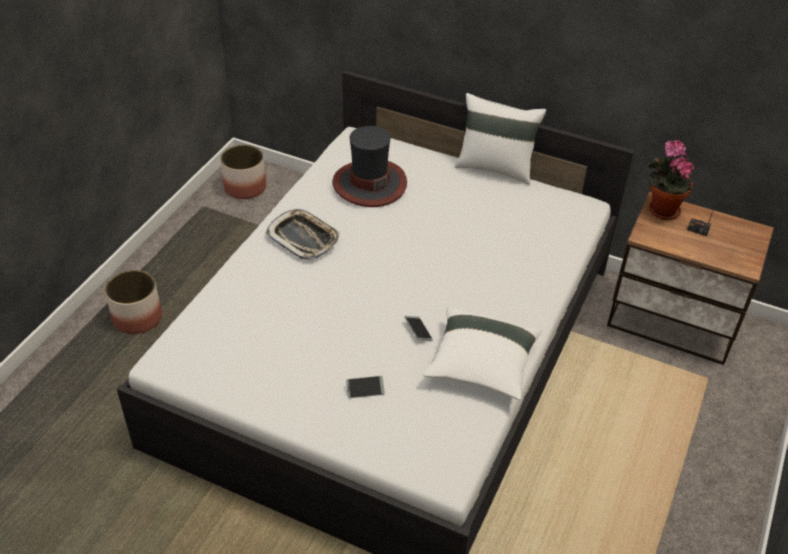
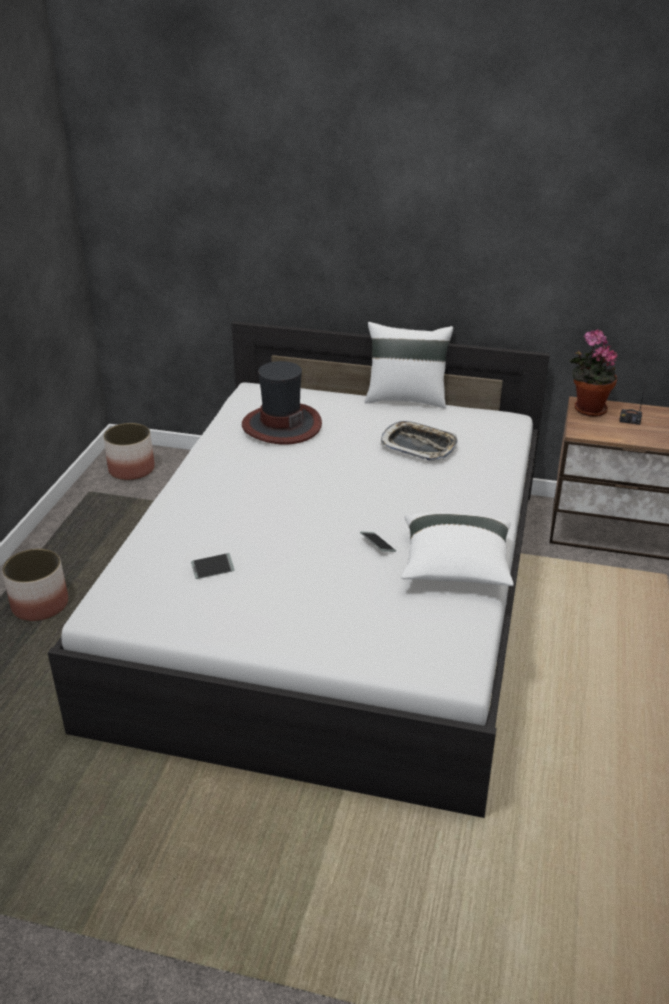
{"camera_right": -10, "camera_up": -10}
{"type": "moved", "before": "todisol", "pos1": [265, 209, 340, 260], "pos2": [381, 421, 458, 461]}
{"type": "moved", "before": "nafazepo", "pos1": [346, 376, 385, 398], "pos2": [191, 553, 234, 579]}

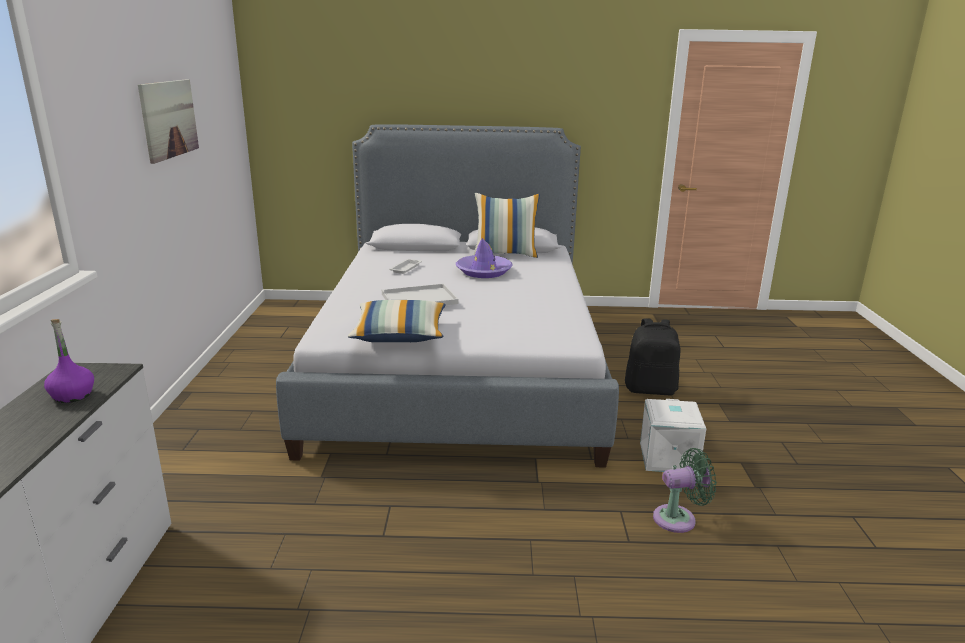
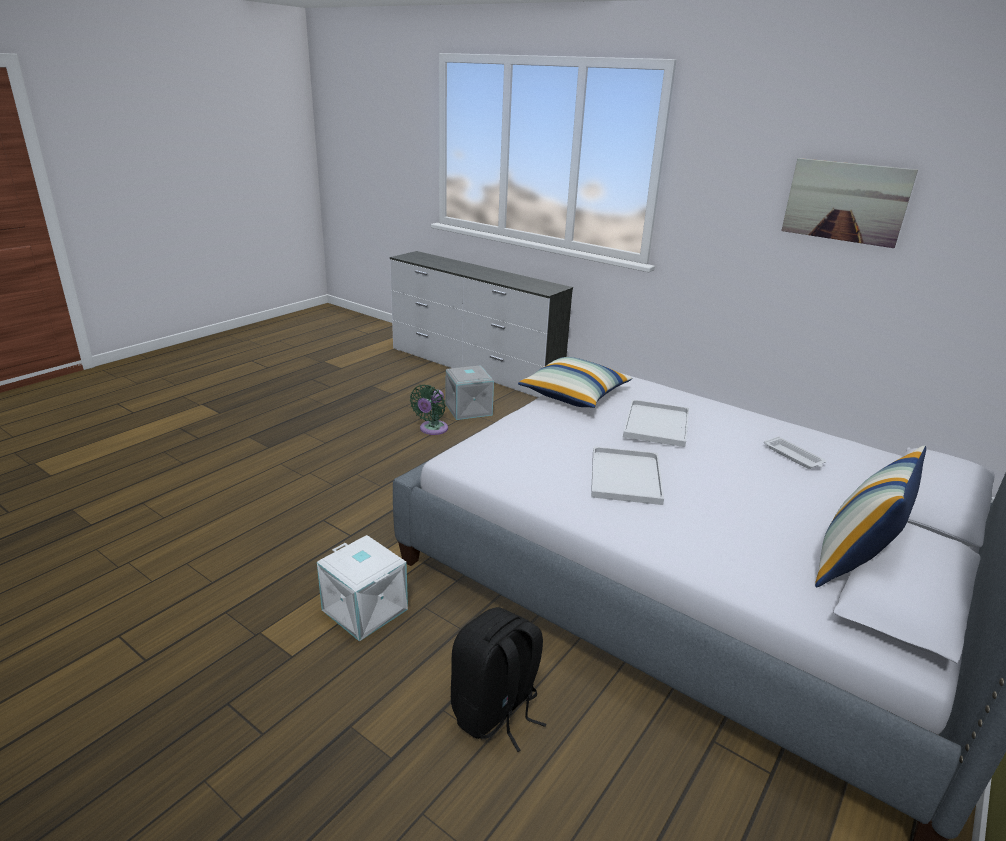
{"camera_right": 125, "camera_up": 5}
{"type": "removed", "before": "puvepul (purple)", "pos1": [44, 319, 94, 403]}
{"type": "removed", "before": "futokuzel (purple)", "pos1": [456, 238, 513, 278]}
{"type": "added", "after": "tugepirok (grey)", "pos2": [446, 366, 494, 420]}
{"type": "added", "after": "todisol (white)", "pos2": [591, 447, 664, 505]}
{"type": "moved", "before": "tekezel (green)", "pos1": [653, 448, 717, 533], "pos2": [410, 385, 448, 435]}

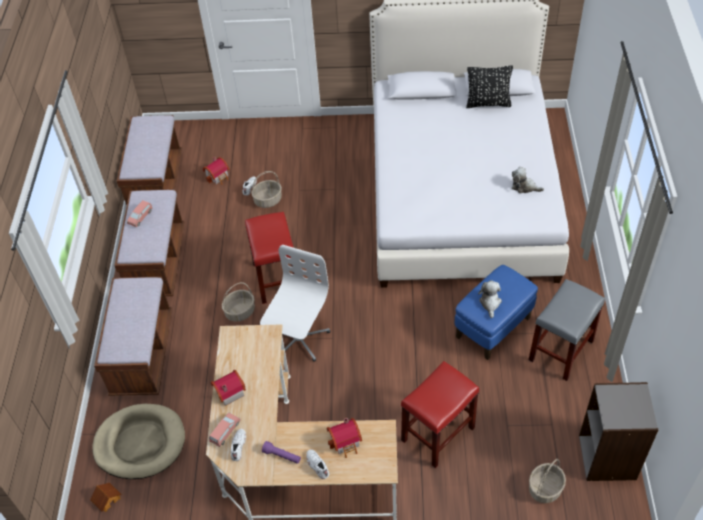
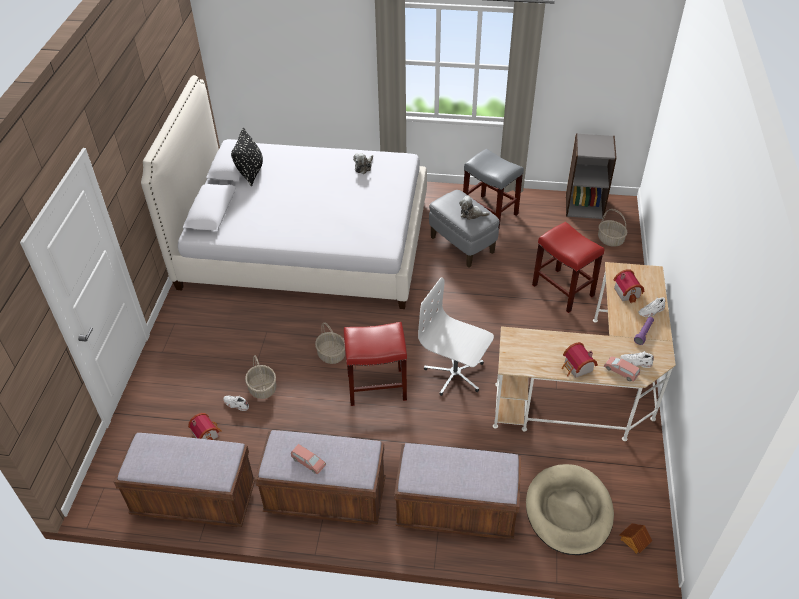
{"camera_right": -85, "camera_up": -5}
{"type": "moved", "before": "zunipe", "pos1": [222, 282, 255, 322], "pos2": [315, 322, 345, 364]}
{"type": "recoloured", "before": "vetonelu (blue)", "after": "vetonelu (grey)", "pos1": [455, 265, 538, 360], "pos2": [429, 190, 499, 268]}

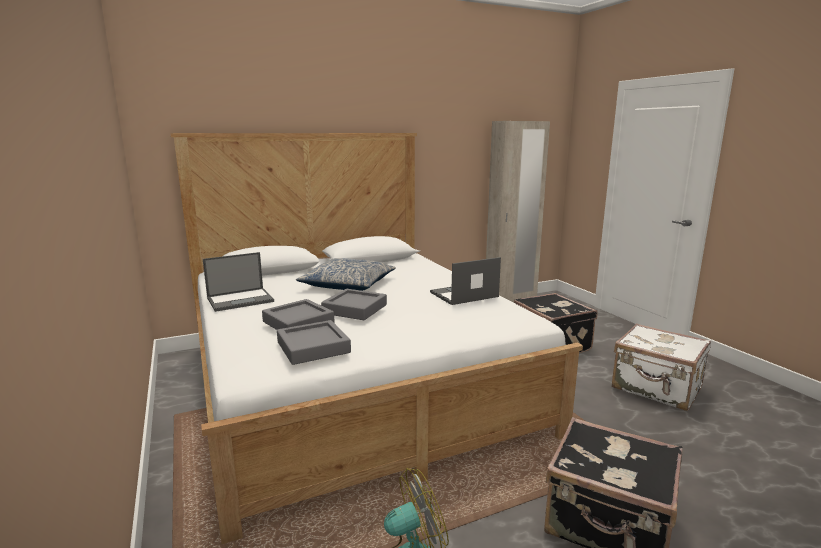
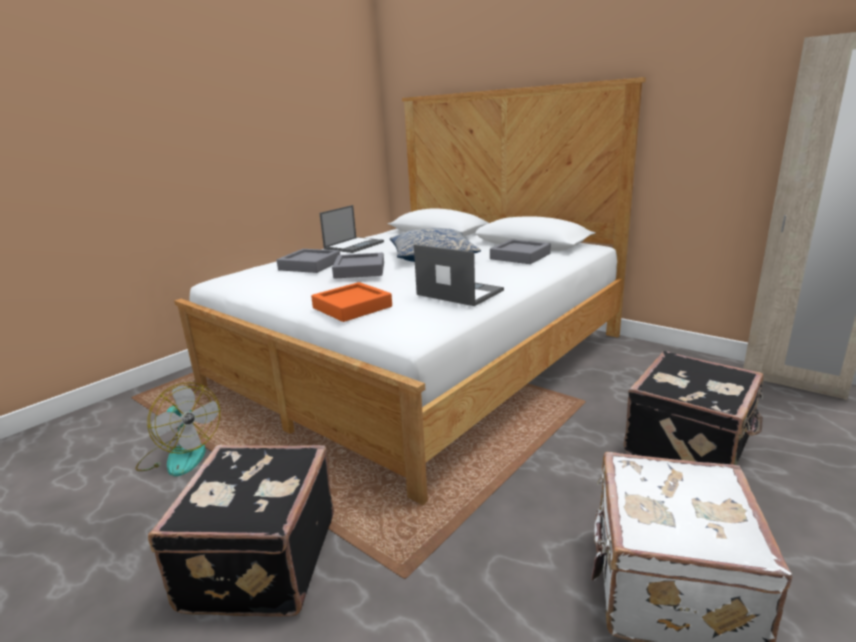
{"camera_right": 65, "camera_up": 5}
{"type": "added", "after": "todisol (orange)", "pos2": [311, 282, 392, 322]}
{"type": "moved", "before": "todisol (grey)", "pos1": [277, 320, 351, 365], "pos2": [490, 239, 551, 264]}
{"type": "turned", "before": "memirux", "pos1": [203, 252, 274, 312], "pos2": [319, 205, 384, 253], "turn": -90}

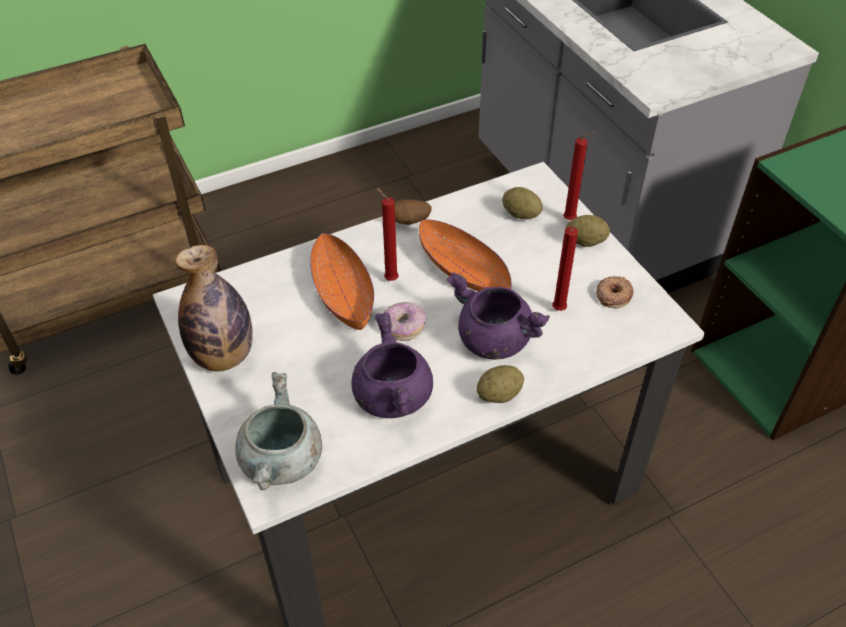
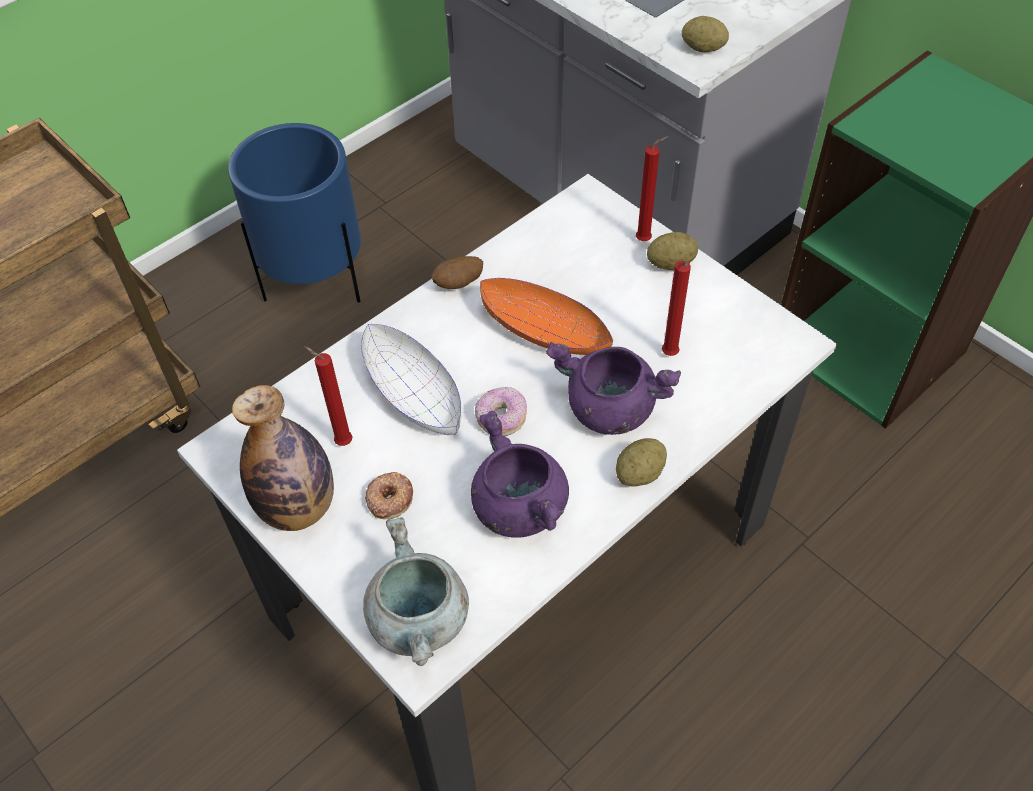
{"camera_right": -15, "camera_up": 5}
{"type": "added", "after": "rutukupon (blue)", "pos2": [228, 123, 361, 303]}
{"type": "moved", "before": "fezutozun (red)", "pos1": [376, 187, 399, 281], "pos2": [303, 346, 353, 446]}
{"type": "moved", "before": "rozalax", "pos1": [502, 187, 543, 219], "pos2": [682, 16, 729, 52]}
{"type": "moved", "before": "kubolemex", "pos1": [596, 276, 633, 308], "pos2": [365, 472, 413, 519]}
{"type": "recoloured", "before": "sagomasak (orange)", "after": "sagomasak (white)", "pos1": [310, 233, 374, 330], "pos2": [361, 324, 461, 435]}

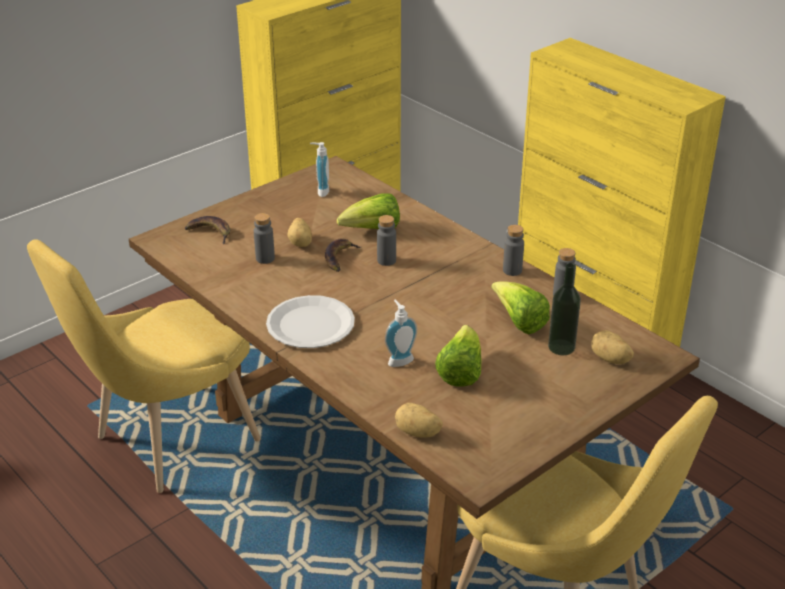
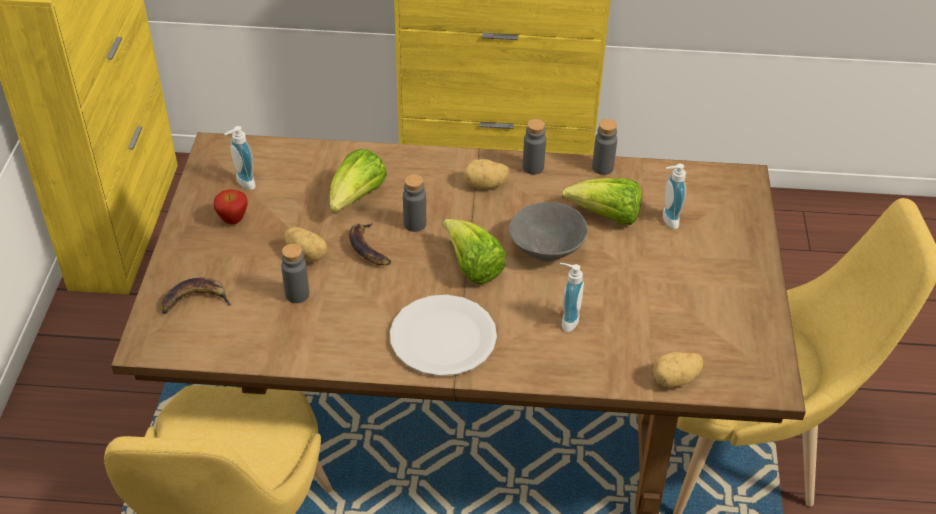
{"camera_right": -45, "camera_up": 10}
{"type": "added", "after": "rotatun", "pos2": [214, 189, 248, 224]}
{"type": "added", "after": "sagomasak (grey)", "pos2": [509, 202, 588, 262]}
{"type": "moved", "before": "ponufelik", "pos1": [435, 325, 482, 387], "pos2": [442, 219, 506, 284]}
{"type": "moved", "before": "rozalax", "pos1": [591, 330, 634, 364], "pos2": [464, 159, 510, 189]}
{"type": "replaced", "before": "puvepul", "after": "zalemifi", "pos1": [548, 263, 581, 355], "pos2": [663, 164, 686, 229]}

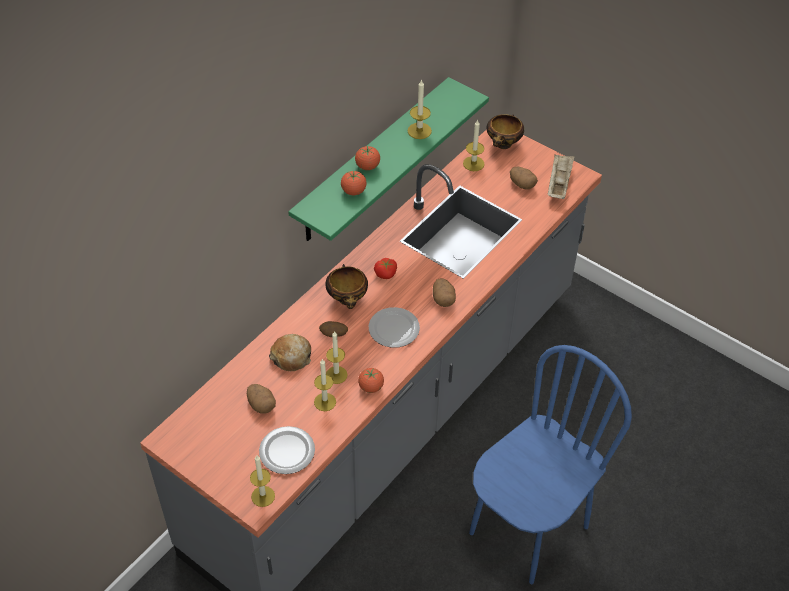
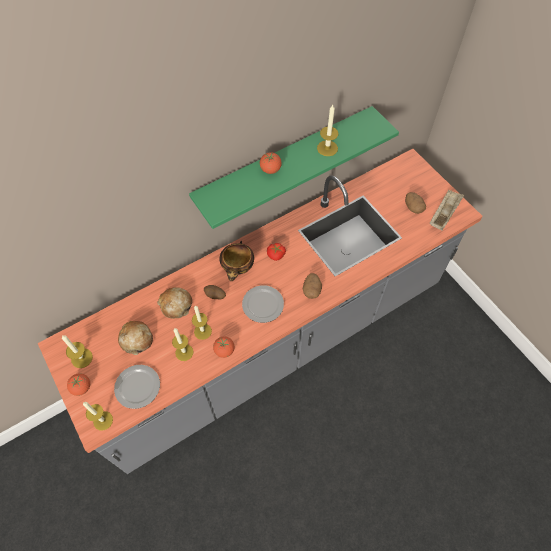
{"camera_right": 20, "camera_up": 10}
{"type": "removed", "before": "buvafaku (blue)", "pos1": [469, 345, 632, 584]}
{"type": "removed", "before": "sagomasak", "pos1": [487, 114, 524, 149]}
{"type": "moved", "before": "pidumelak", "pos1": [341, 170, 367, 195], "pos2": [67, 373, 90, 396]}
{"type": "moved", "before": "fezutozun", "pos1": [463, 120, 485, 171], "pos2": [62, 335, 93, 368]}
{"type": "replaced", "before": "rozalax", "after": "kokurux", "pos1": [247, 384, 276, 414], "pos2": [118, 321, 153, 355]}

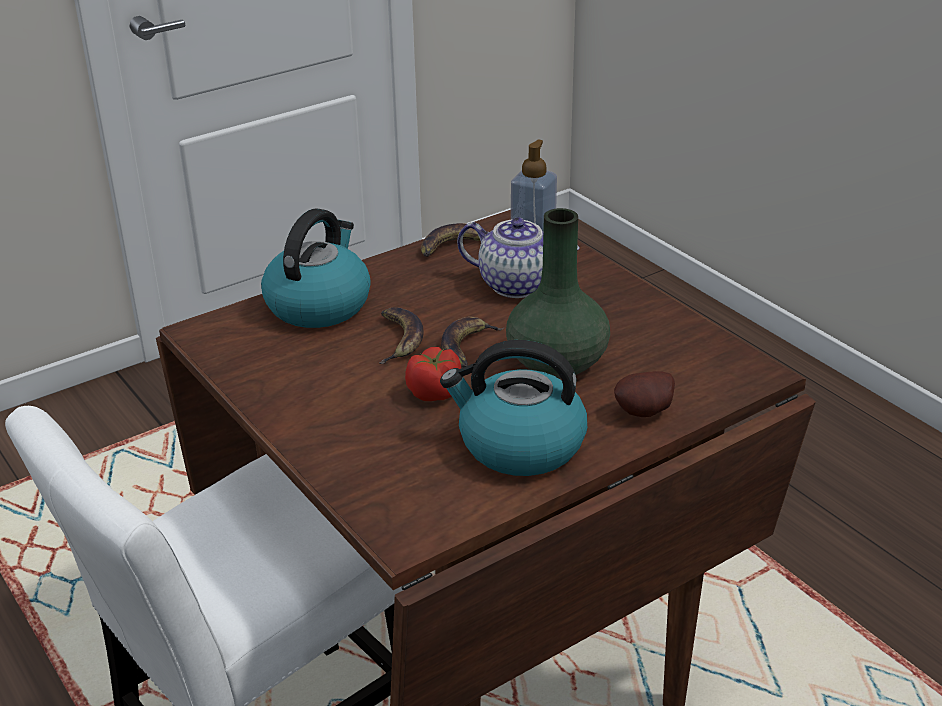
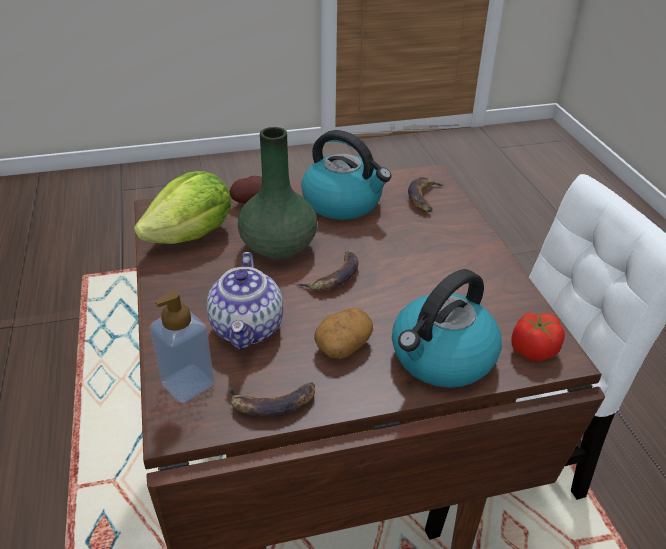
{"camera_right": -160, "camera_up": 5}
{"type": "added", "after": "ponufelik", "pos2": [134, 171, 231, 244]}
{"type": "added", "after": "rozalax", "pos2": [314, 308, 373, 359]}
{"type": "moved", "before": "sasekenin", "pos1": [379, 307, 424, 364], "pos2": [408, 177, 444, 212]}
{"type": "moved", "before": "pidumelak", "pos1": [405, 347, 461, 401], "pos2": [511, 312, 565, 361]}
{"type": "turned", "before": "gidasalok", "pos1": [457, 217, 580, 298], "pos2": [207, 252, 283, 350], "turn": -135}

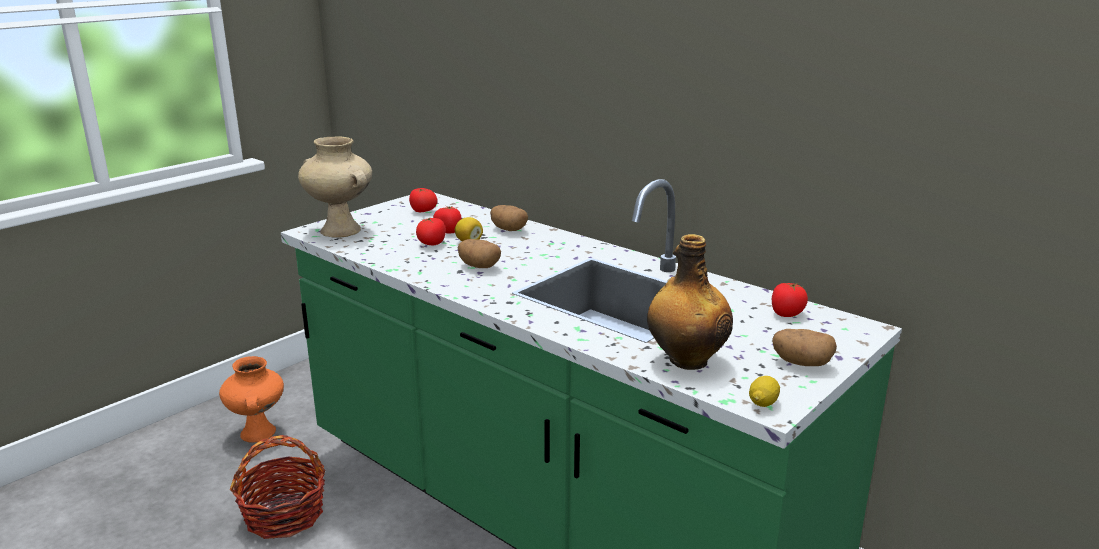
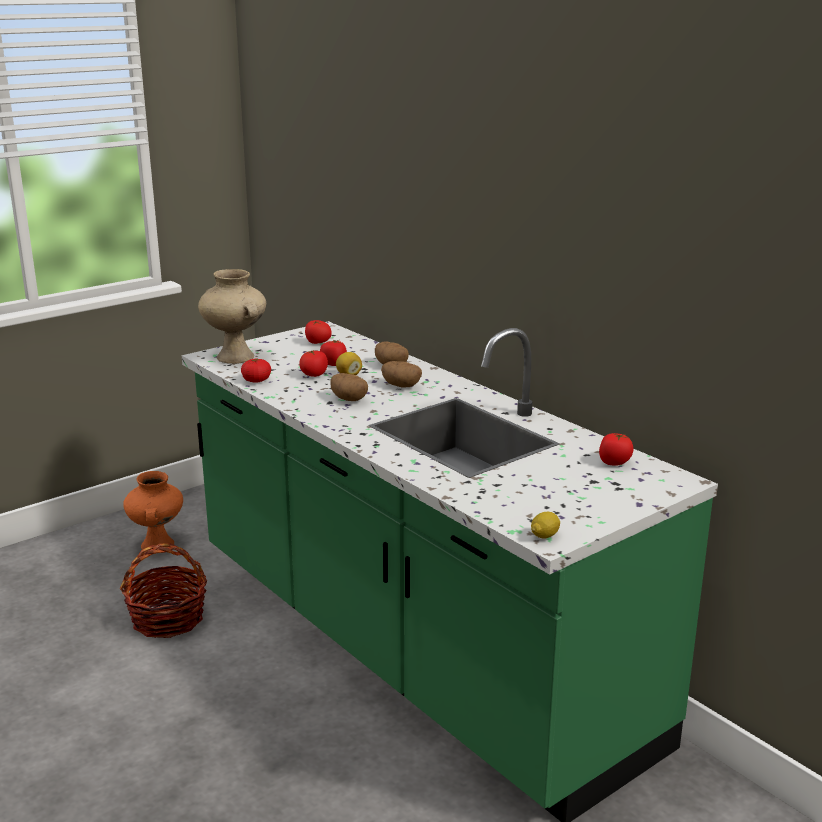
{"camera_right": 10, "camera_up": 0}
{"type": "removed", "before": "puvepul", "pos1": [647, 234, 733, 370]}
{"type": "added", "after": "pidumelak", "pos2": [241, 359, 271, 383]}
{"type": "moved", "before": "rozalax", "pos1": [773, 329, 837, 366], "pos2": [381, 361, 422, 388]}

